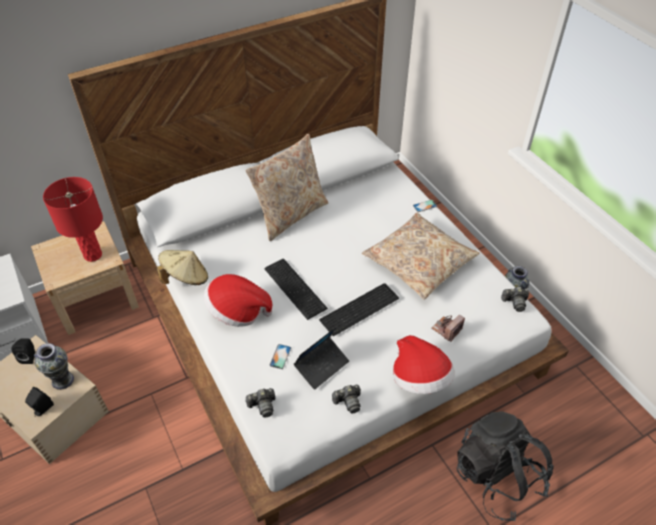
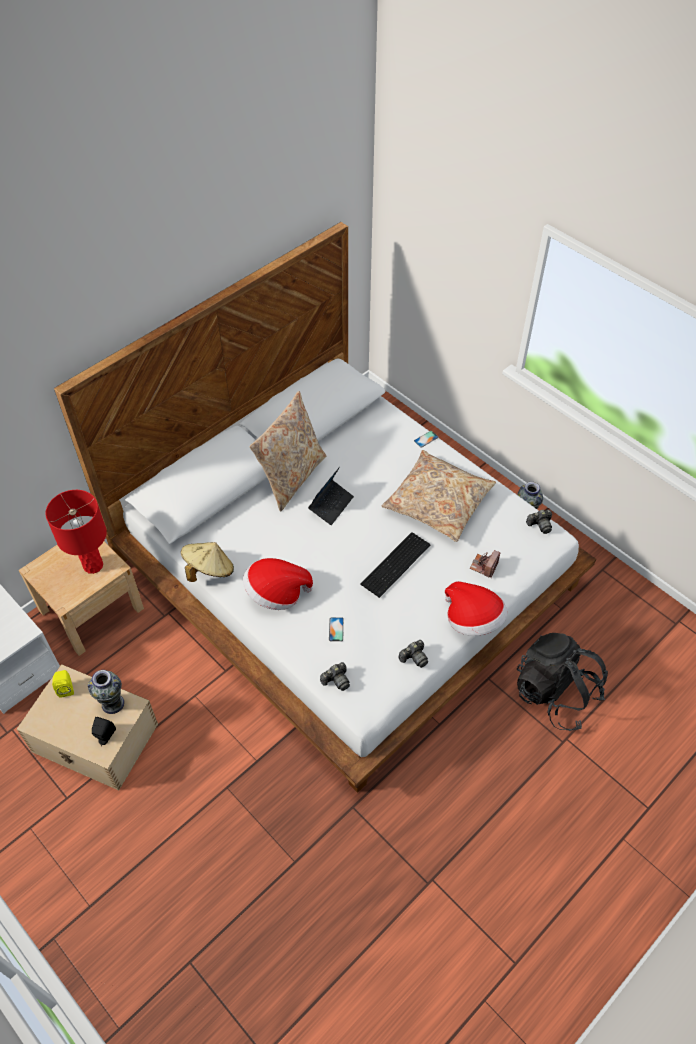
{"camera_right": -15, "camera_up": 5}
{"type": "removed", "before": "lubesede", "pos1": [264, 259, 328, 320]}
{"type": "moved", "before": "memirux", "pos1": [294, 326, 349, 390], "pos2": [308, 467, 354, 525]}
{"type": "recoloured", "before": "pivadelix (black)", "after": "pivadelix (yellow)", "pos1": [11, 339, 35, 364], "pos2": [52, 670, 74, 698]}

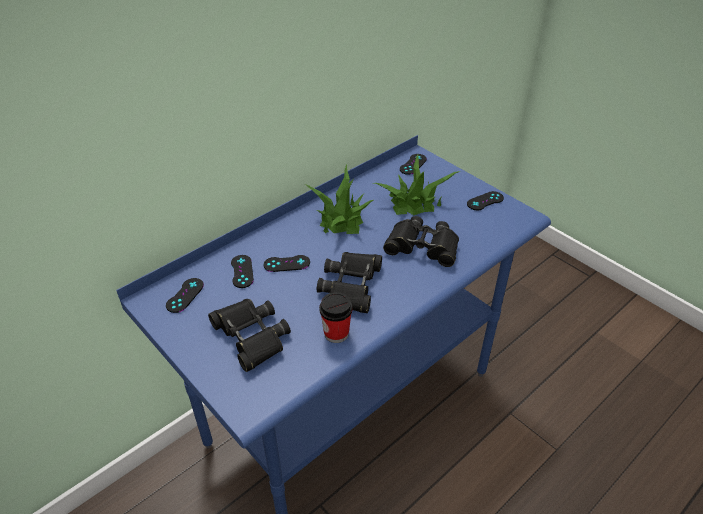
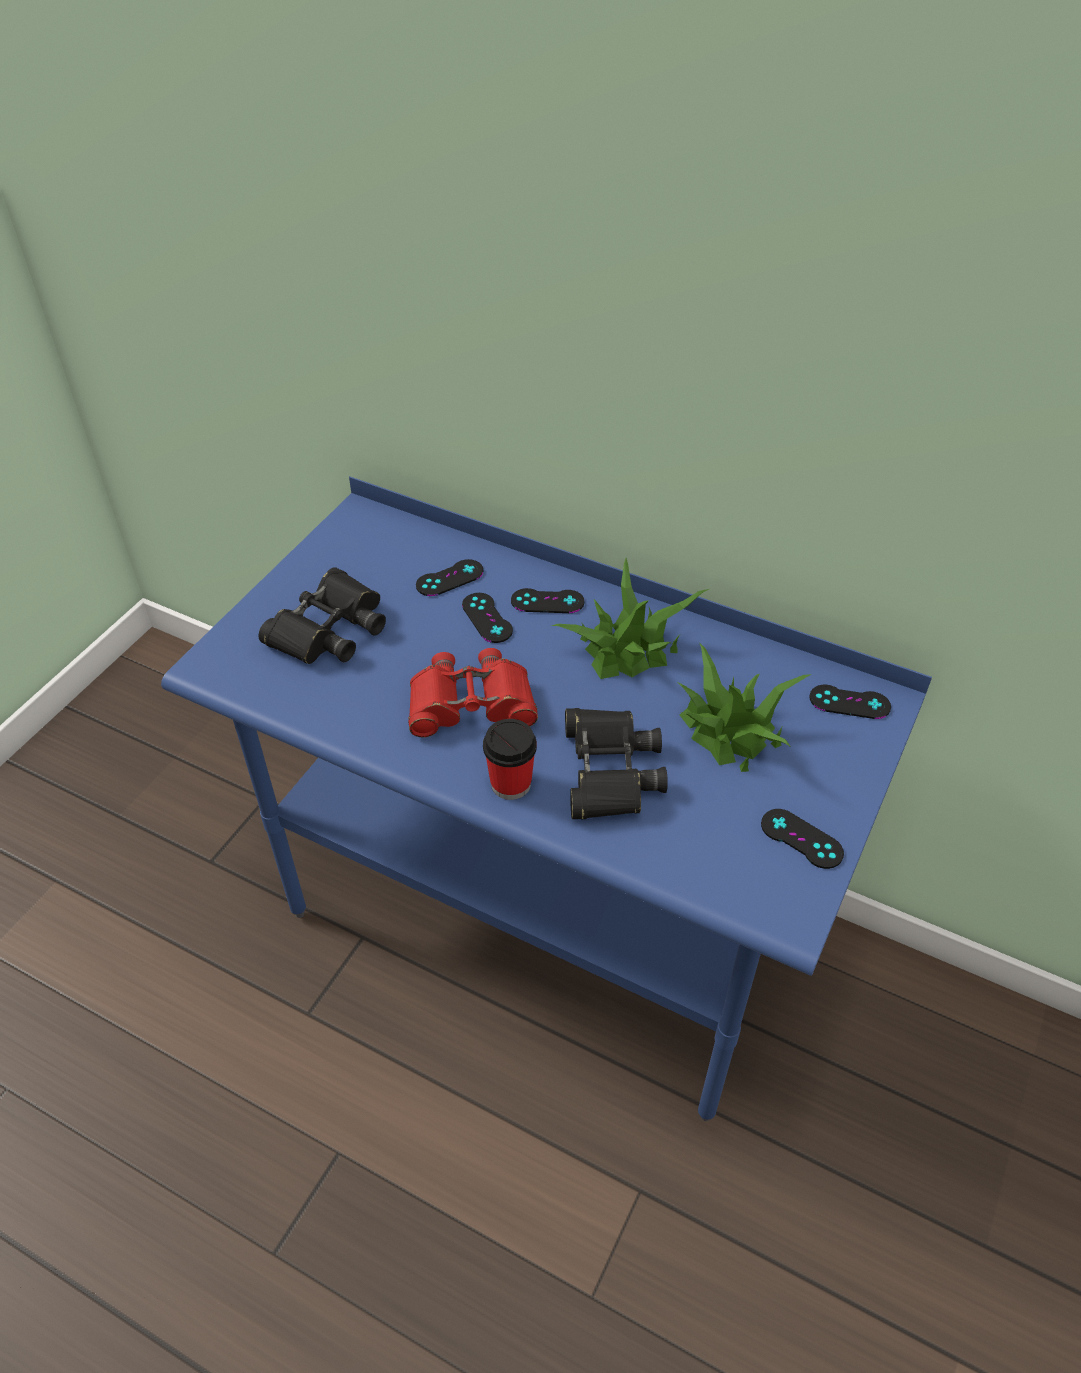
{"camera_right": 70, "camera_up": 5}
{"type": "moved", "before": "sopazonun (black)", "pos1": [166, 278, 204, 313], "pos2": [511, 588, 585, 613]}
{"type": "moved", "before": "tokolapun", "pos1": [319, 292, 352, 343], "pos2": [483, 719, 537, 800]}
{"type": "recoloured", "before": "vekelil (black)", "after": "vekelil (red)", "pos1": [317, 252, 382, 313], "pos2": [408, 648, 538, 737]}

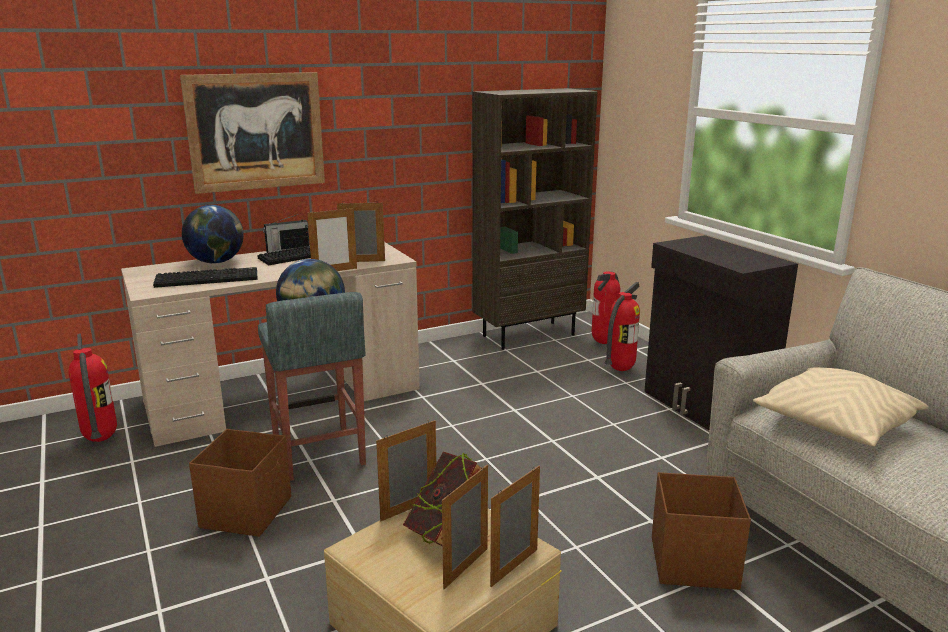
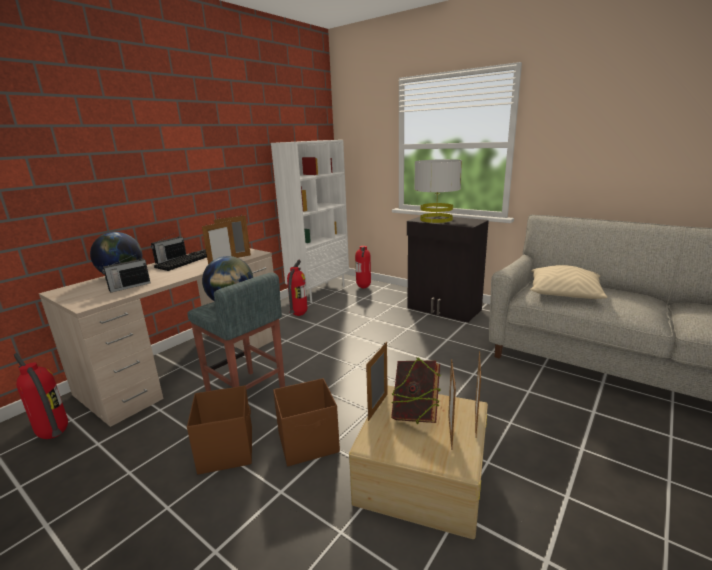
{"camera_right": -25, "camera_up": 0}
{"type": "removed", "before": "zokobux", "pos1": [180, 72, 325, 194]}
{"type": "added", "after": "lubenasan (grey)", "pos2": [414, 159, 462, 223]}
{"type": "moved", "before": "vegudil", "pos1": [604, 282, 640, 371], "pos2": [287, 260, 308, 316]}
{"type": "moved", "before": "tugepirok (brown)", "pos1": [652, 472, 751, 590], "pos2": [273, 378, 340, 466]}
{"type": "replaced", "before": "lubesede", "after": "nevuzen", "pos1": [153, 267, 258, 288], "pos2": [102, 253, 150, 292]}
{"type": "recoloured", "before": "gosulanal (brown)", "after": "gosulanal (white)", "pos1": [472, 88, 598, 350], "pos2": [271, 140, 349, 303]}

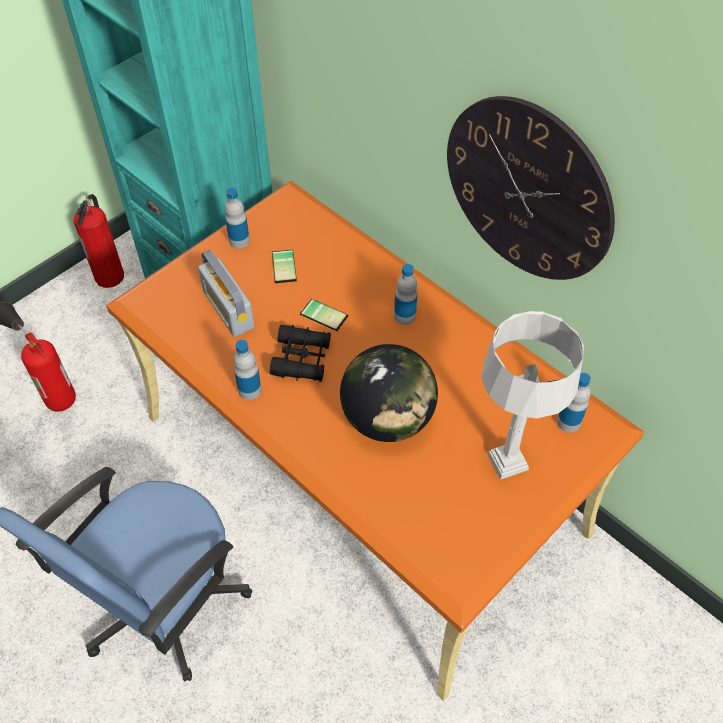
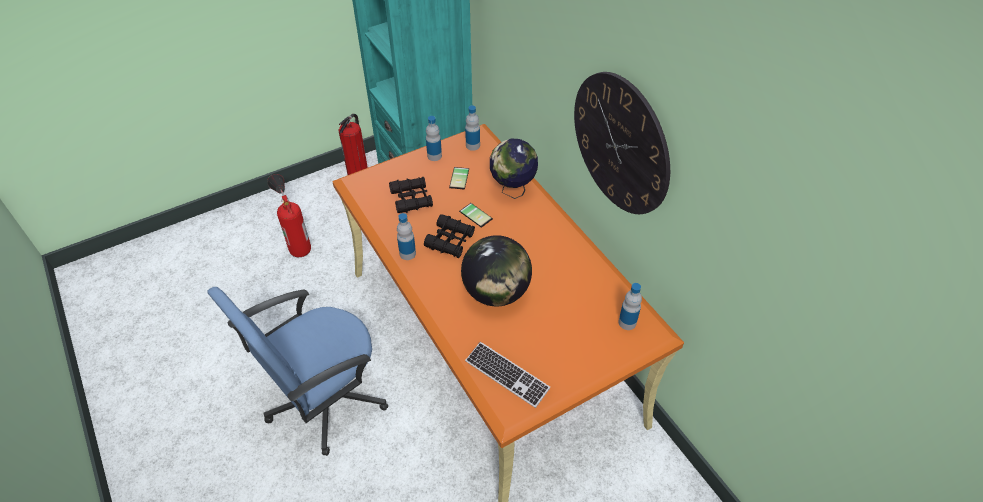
{"camera_right": 15, "camera_up": -5}
{"type": "removed", "before": "lubenasan (grey)", "pos1": [481, 311, 584, 480]}
{"type": "added", "after": "lubesede", "pos2": [465, 342, 550, 408]}
{"type": "added", "after": "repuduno", "pos2": [490, 138, 538, 199]}
{"type": "moved", "before": "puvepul", "pos1": [394, 264, 418, 325], "pos2": [465, 105, 480, 151]}
{"type": "replaced", "before": "nevuzen", "after": "vekelil (black)", "pos1": [198, 250, 254, 337], "pos2": [389, 177, 433, 213]}

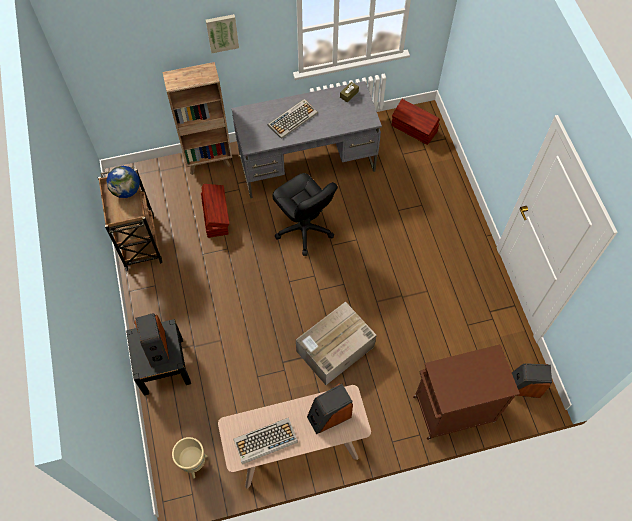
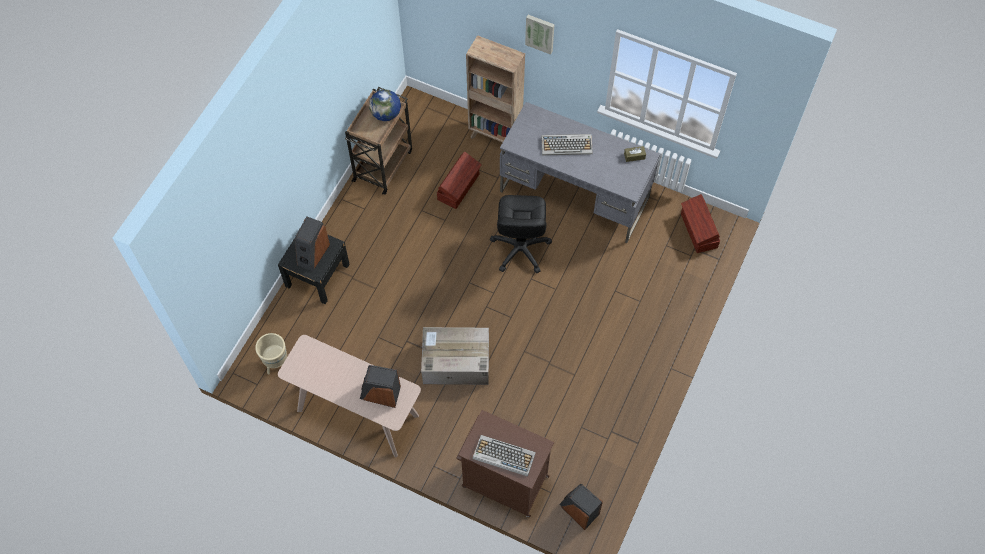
{"camera_right": 40, "camera_up": 0}
{"type": "moved", "before": "lubesede", "pos1": [233, 418, 298, 464], "pos2": [473, 435, 536, 477]}

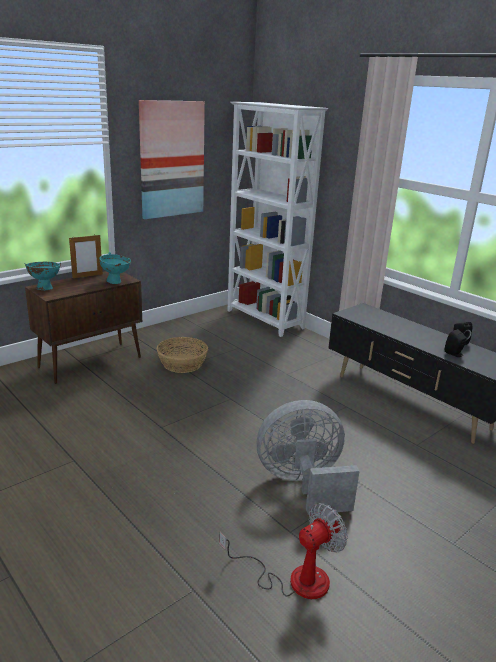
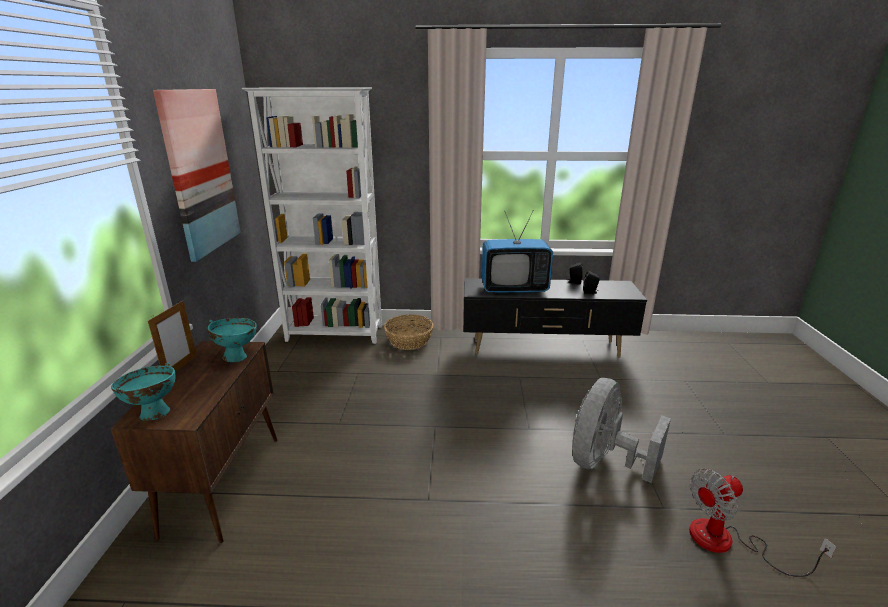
{"camera_right": -45, "camera_up": 0}
{"type": "added", "after": "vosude", "pos2": [482, 210, 553, 293]}
{"type": "moved", "before": "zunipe", "pos1": [157, 337, 208, 373], "pos2": [384, 315, 434, 350]}
{"type": "turned", "before": "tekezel", "pos1": [219, 503, 348, 599], "pos2": [689, 469, 837, 577], "turn": -120}

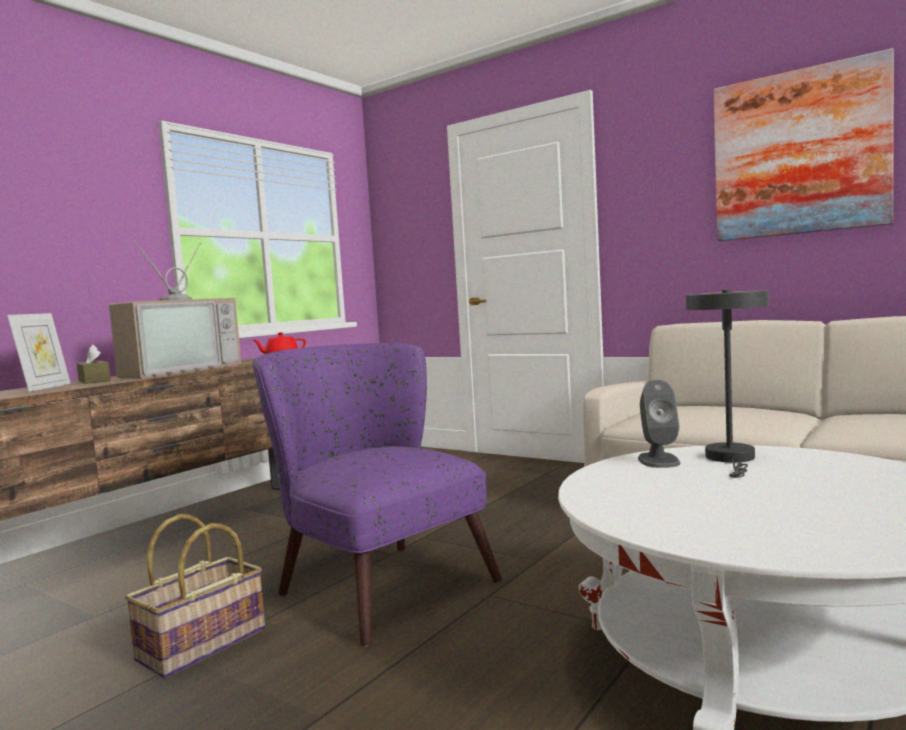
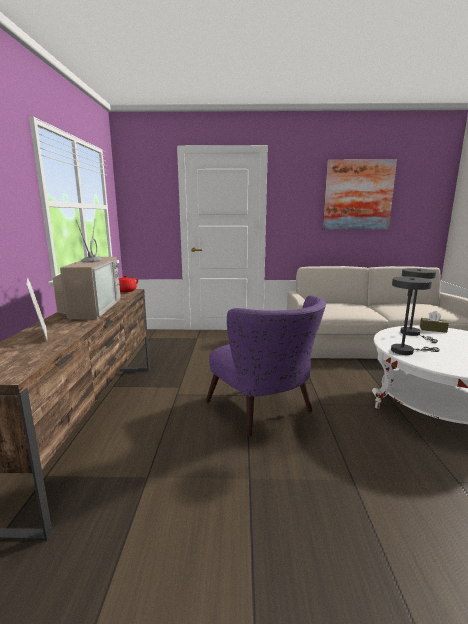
{"camera_right": -35, "camera_up": 10}
{"type": "removed", "before": "zunipe", "pos1": [125, 514, 265, 678]}
{"type": "removed", "before": "pivadelix (grey)", "pos1": [638, 380, 680, 468]}
{"type": "added", "after": "lubenasan (grey)", "pos2": [391, 277, 440, 355]}
{"type": "moved", "before": "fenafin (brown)", "pos1": [77, 344, 111, 384], "pos2": [420, 311, 449, 333]}
{"type": "turned", "before": "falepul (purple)", "pos1": [252, 343, 502, 647], "pos2": [206, 295, 326, 437], "turn": -135}

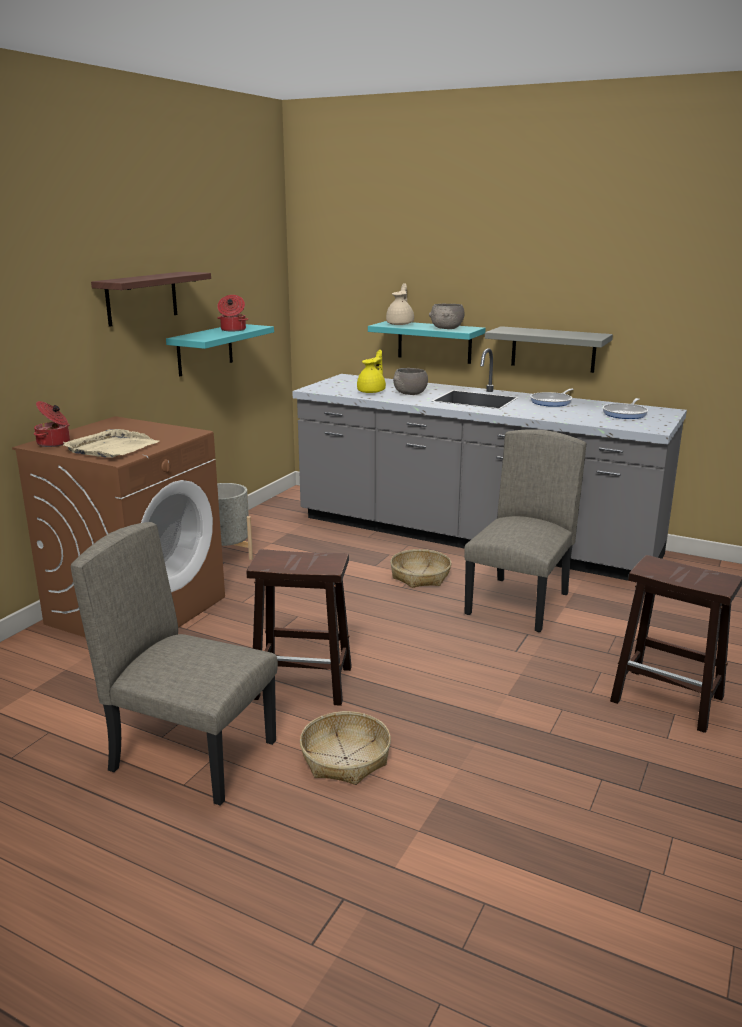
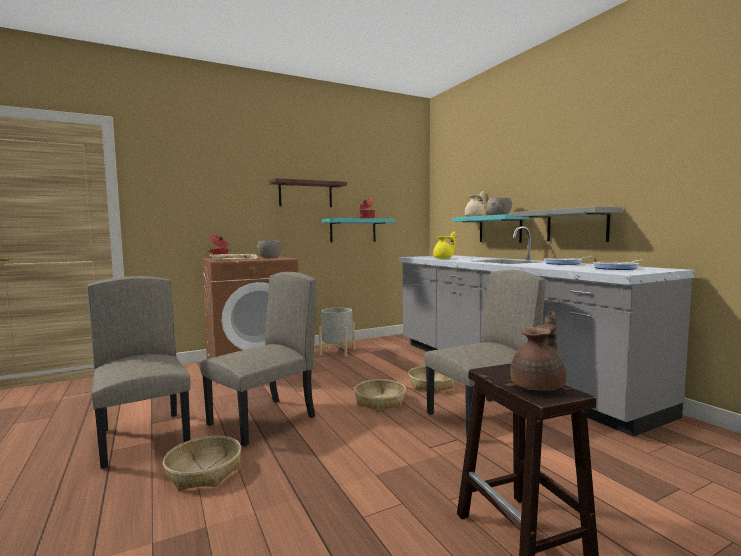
{"camera_right": 35, "camera_up": -15}
{"type": "added", "after": "zunipe", "pos2": [354, 379, 406, 412]}
{"type": "added", "after": "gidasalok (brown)", "pos2": [510, 311, 567, 391]}
{"type": "moved", "before": "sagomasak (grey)", "pos1": [393, 368, 428, 395], "pos2": [257, 241, 282, 258]}
{"type": "replaced", "before": "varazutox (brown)", "after": "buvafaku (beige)", "pos1": [247, 549, 352, 706], "pos2": [200, 272, 317, 446]}

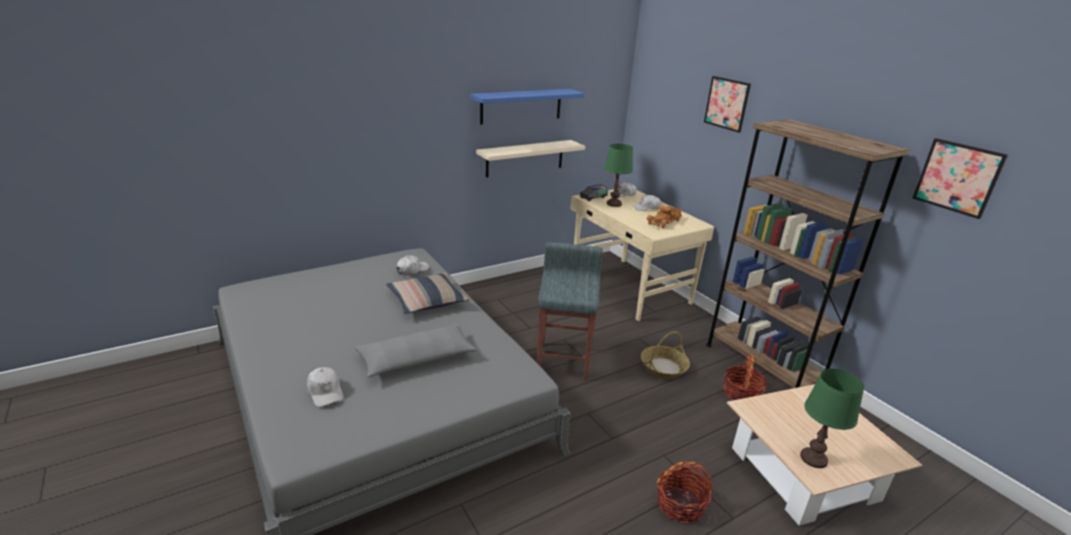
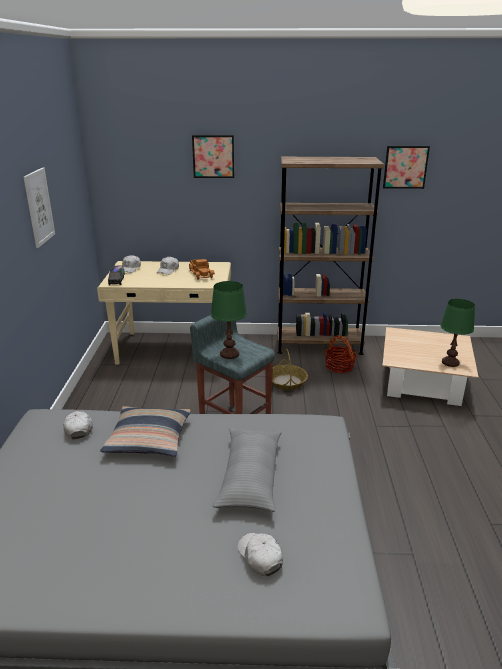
{"camera_right": -55, "camera_up": 0}
{"type": "removed", "before": "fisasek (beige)", "pos1": [476, 140, 585, 177]}
{"type": "removed", "before": "zunipe", "pos1": [656, 461, 713, 524]}
{"type": "moved", "before": "lubenasan (green)", "pos1": [604, 144, 633, 207], "pos2": [211, 281, 247, 359]}
{"type": "replaced", "before": "fisasek (blue)", "after": "zokobux", "pos1": [470, 89, 585, 125], "pos2": [24, 168, 55, 248]}
{"type": "turned", "before": "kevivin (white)", "pos1": [307, 367, 343, 407], "pos2": [237, 533, 283, 577], "turn": -120}

